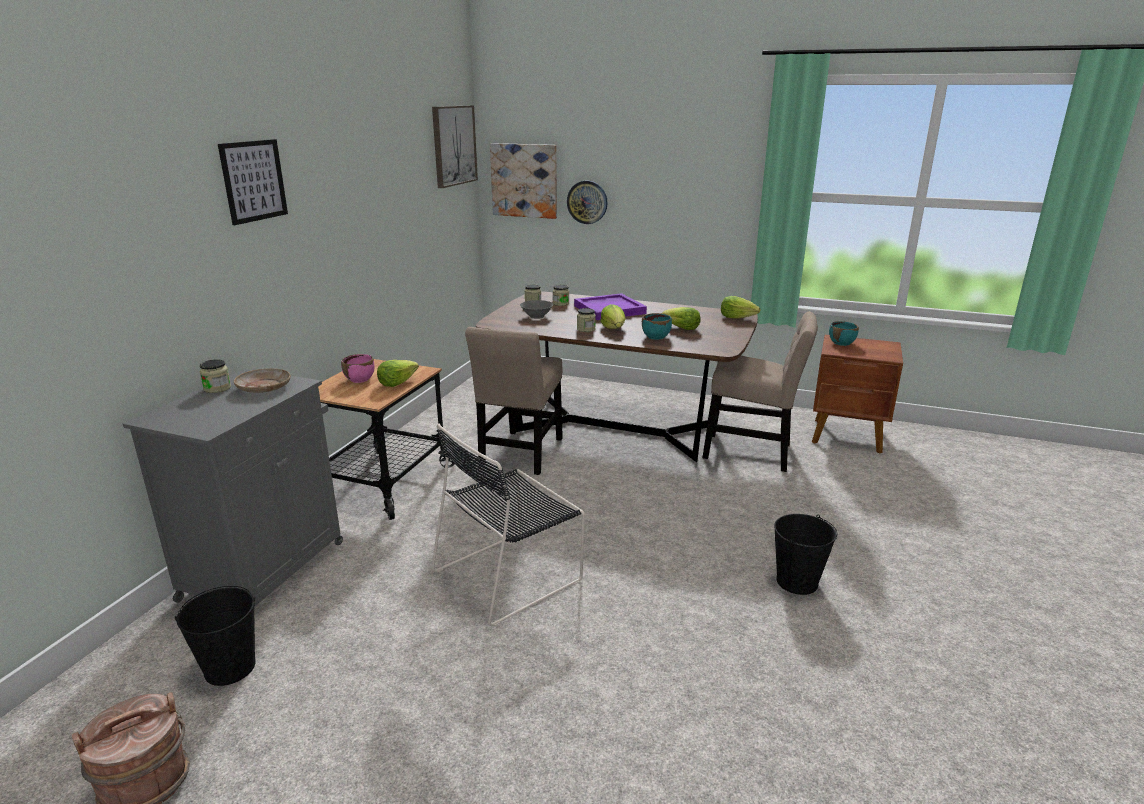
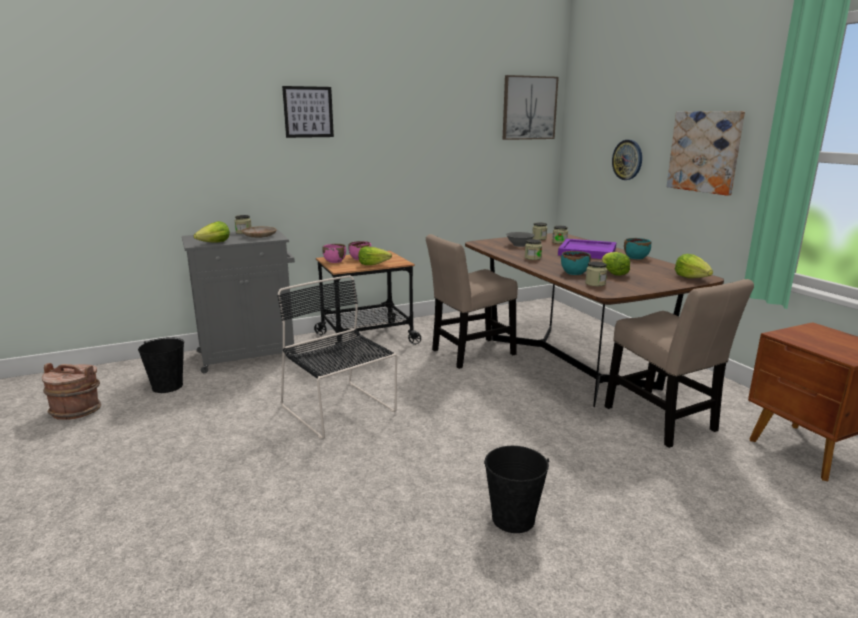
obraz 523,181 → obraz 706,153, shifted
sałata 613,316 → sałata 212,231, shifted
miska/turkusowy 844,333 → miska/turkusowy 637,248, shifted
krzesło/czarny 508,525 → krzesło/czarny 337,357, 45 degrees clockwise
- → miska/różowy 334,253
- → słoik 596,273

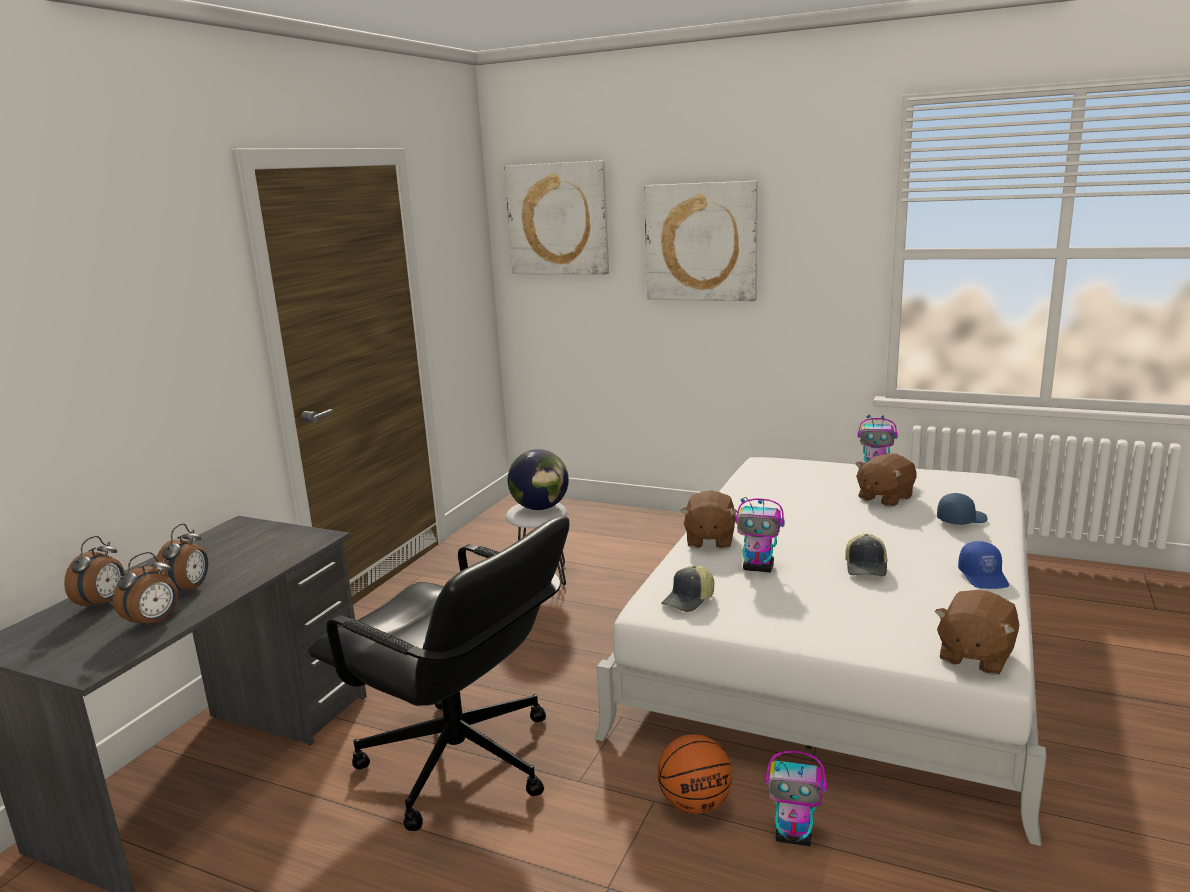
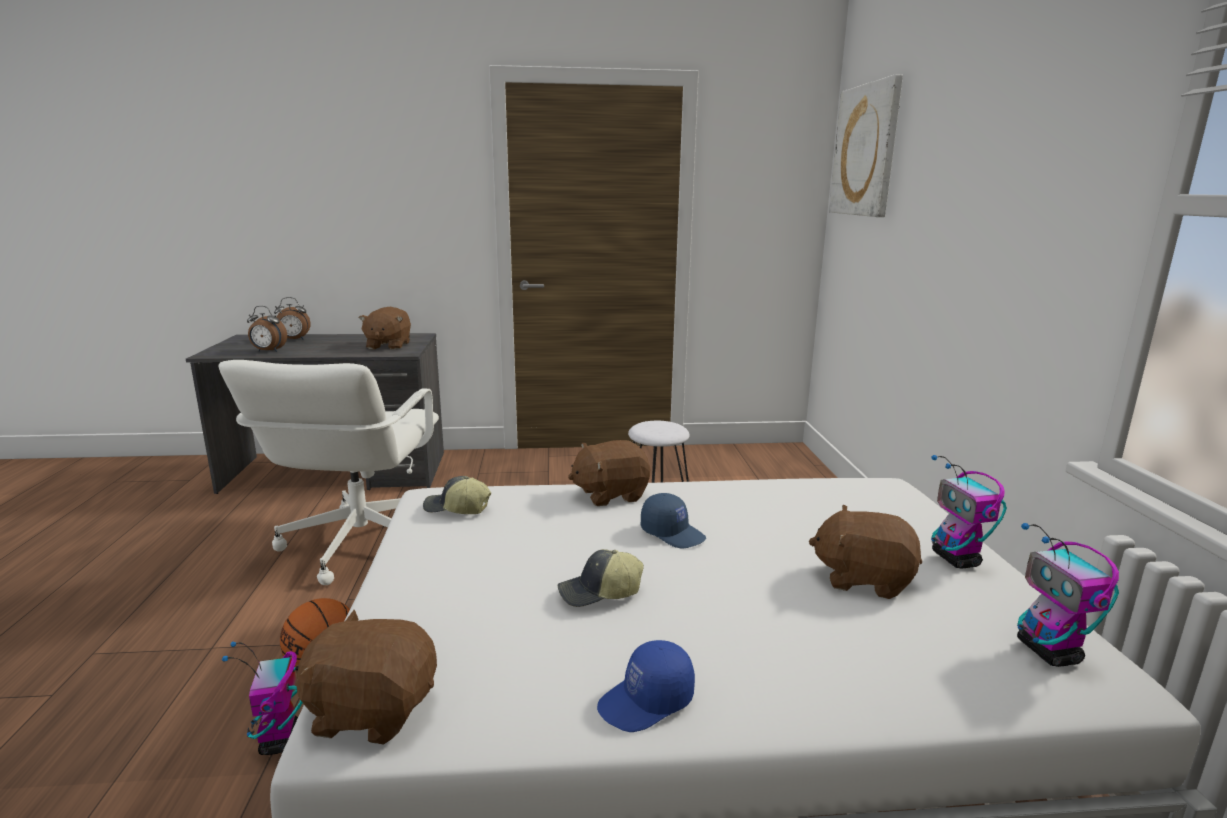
obraz 701,241 → -
globus 538,479 → -
czapka z daszkiem/niebieski 962,509 → czapka z daszkiem/niebieski 673,521, shifted
robot zabawkowy 760,535 → robot zabawkowy 1068,595, shifted
krzesło biurowe/czarny 439,674 → krzesło biurowe/biały 328,472
budzik 182,559 → -
- → pluszak/brązowy 385,328

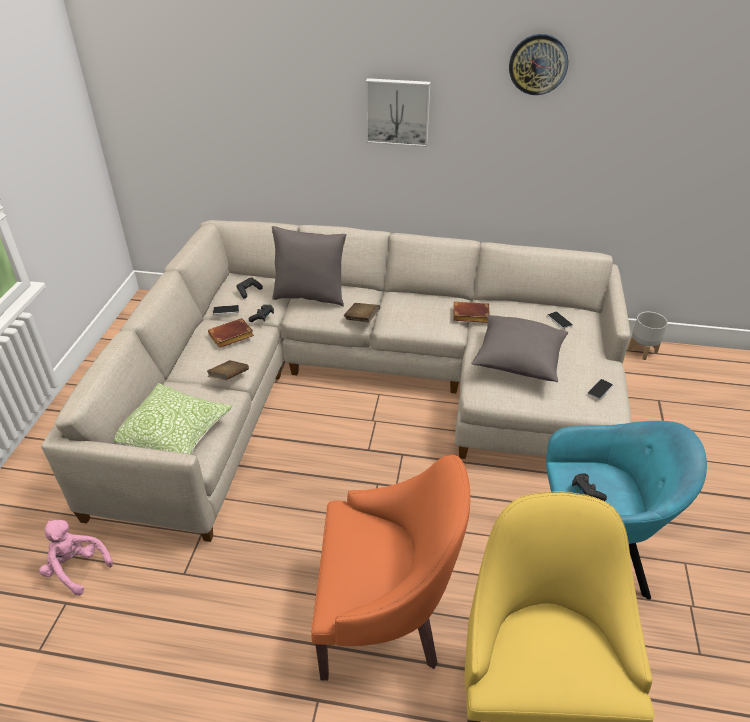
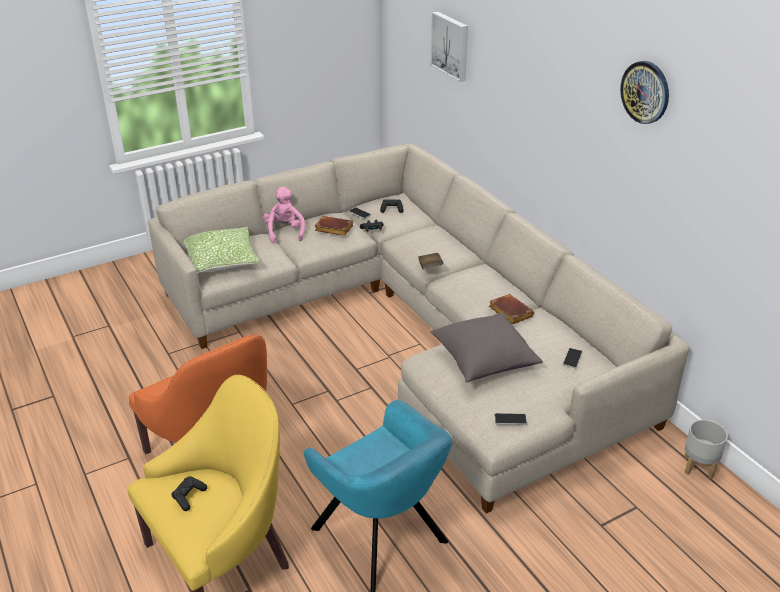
obraz 398,112 → obraz 449,46, shifted
poduszka/szary 309,266 → -
książka/brązowy 228,370 → -
pad do gier/czarny 589,487 → pad do gier/czarny 189,493, shifted
pluszak/różowy 76,558 → pluszak/różowy 284,214, shifted

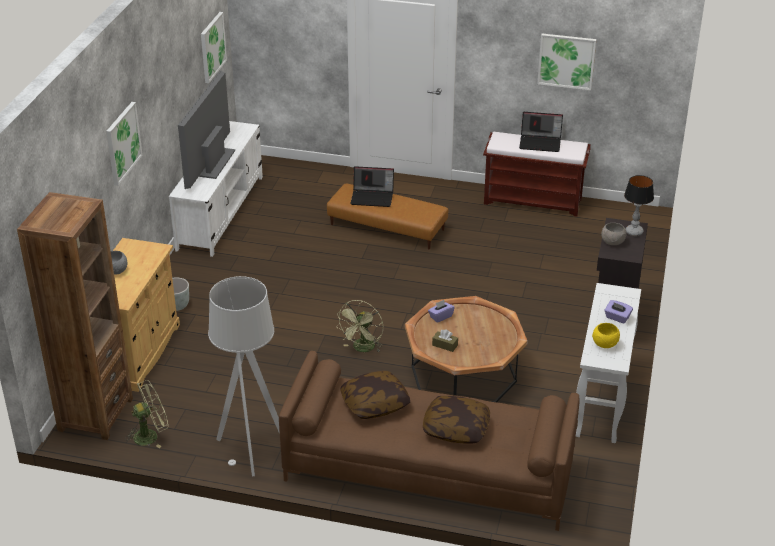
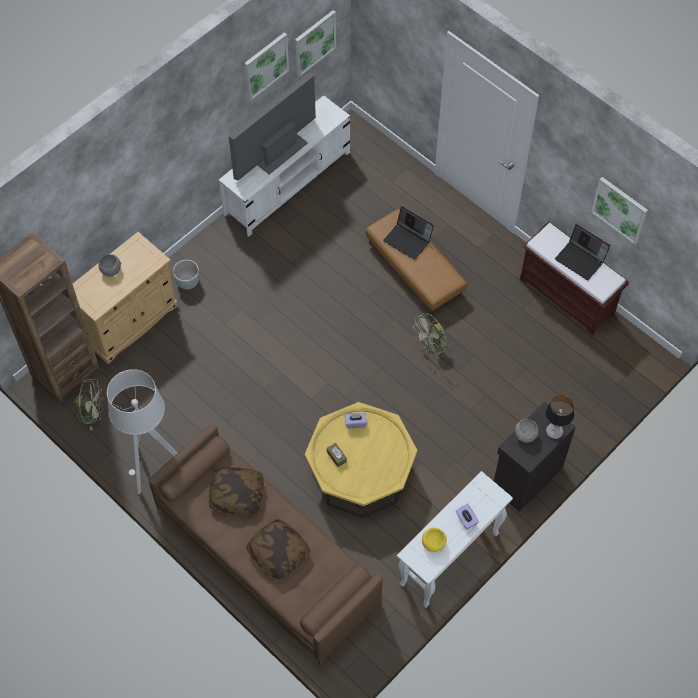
obraz 124,144 → obraz 267,66, shifted
ława/brązowy 466,349 → ława/żółty 361,459
wentylator/zielony 360,326 → wentylator/zielony 432,335, shifted

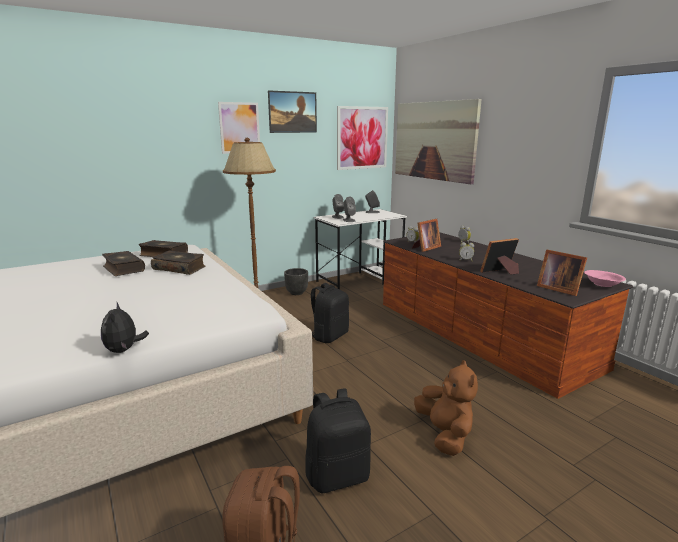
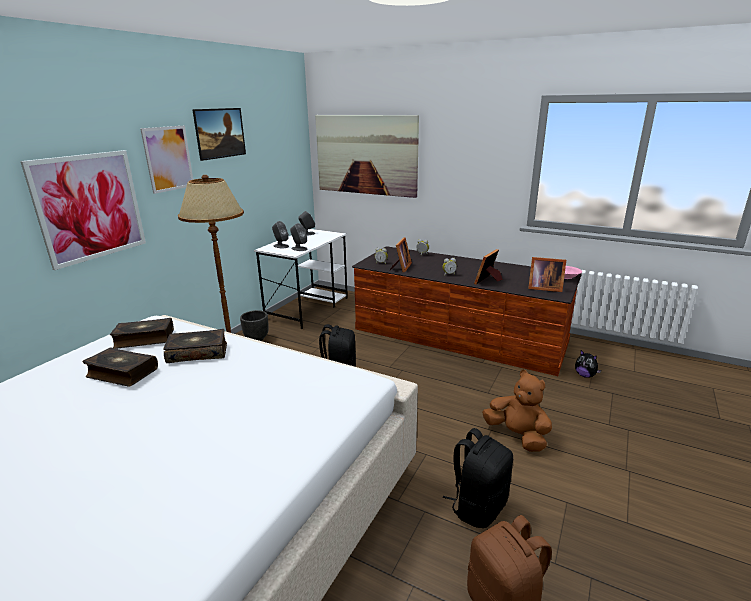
obraz 362,138 → obraz 83,210, shifted
pluszak 125,328 → pluszak 588,364, shifted

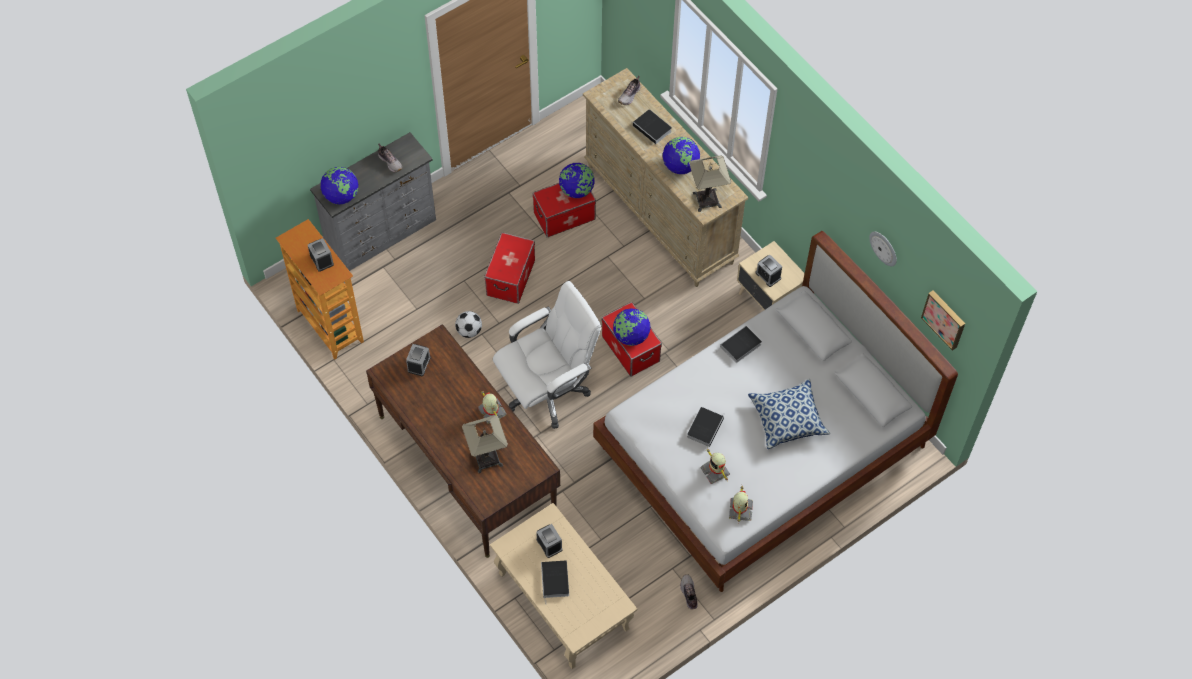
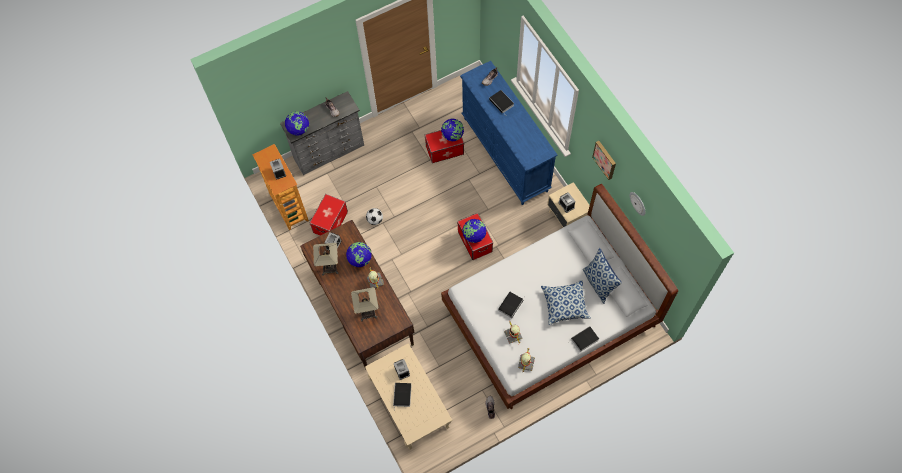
komoda/beżowy 665,177 → komoda/niebieski 509,133
globus 681,155 → globus 359,254, shifted
lampa stołowa 710,183 → lampa stołowa 325,259, shifted
pojemnik do przechowywania 509,268 → pojemnik do przechowywania 328,215, shifted
krzesło biurowe/biały 547,355 → -
obraz 943,321 → obraz 604,160, shifted
książka 739,344 → książka 583,339, shifted
- → poduszka 602,276

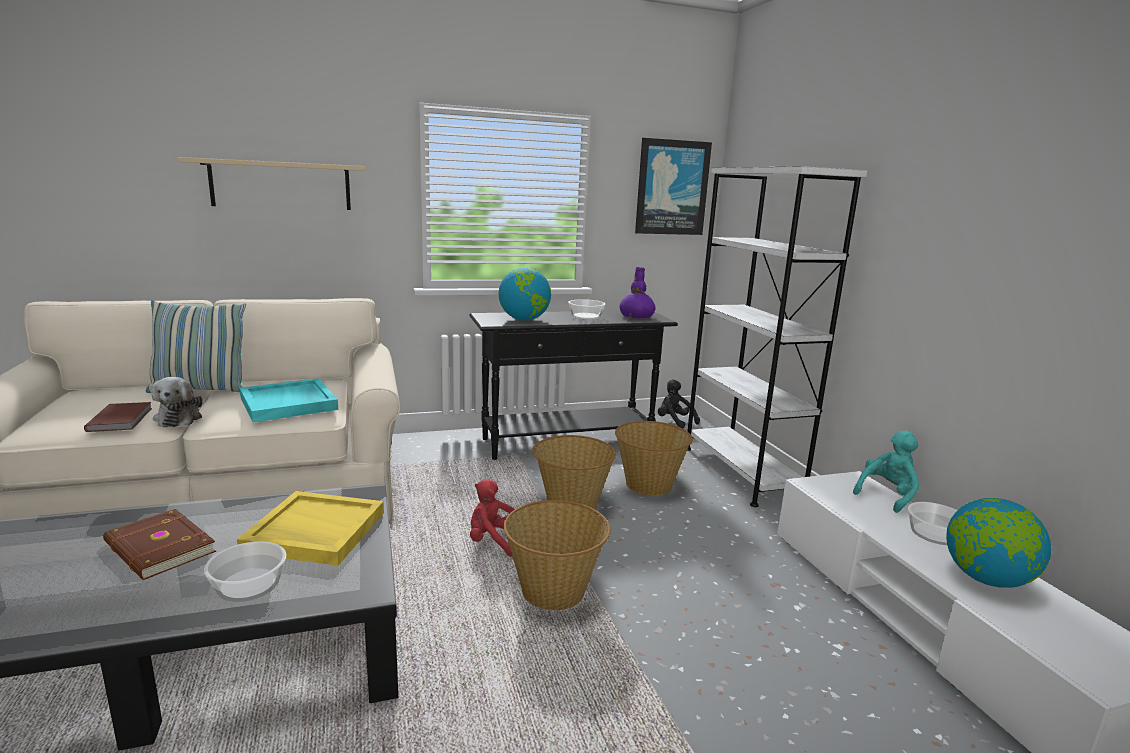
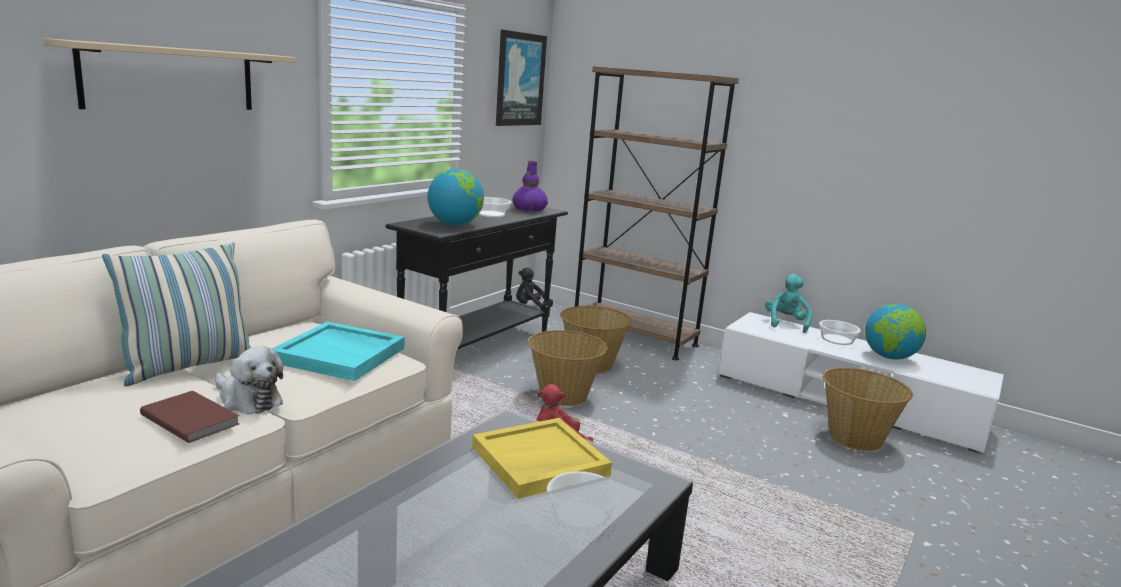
regał/biały 777,336 → regał/brązowy 657,213
koszyk 557,555 → koszyk 867,409, shifted
książka/brązowy 160,544 → -

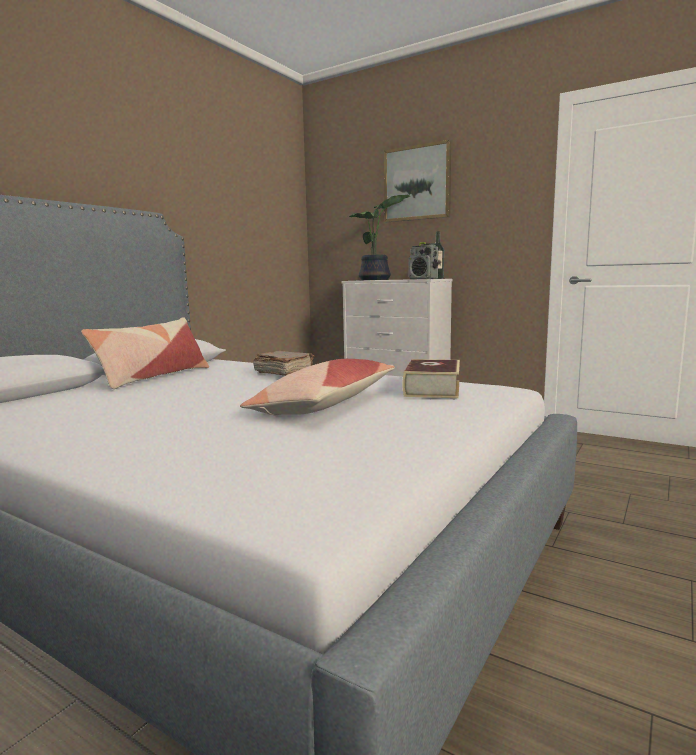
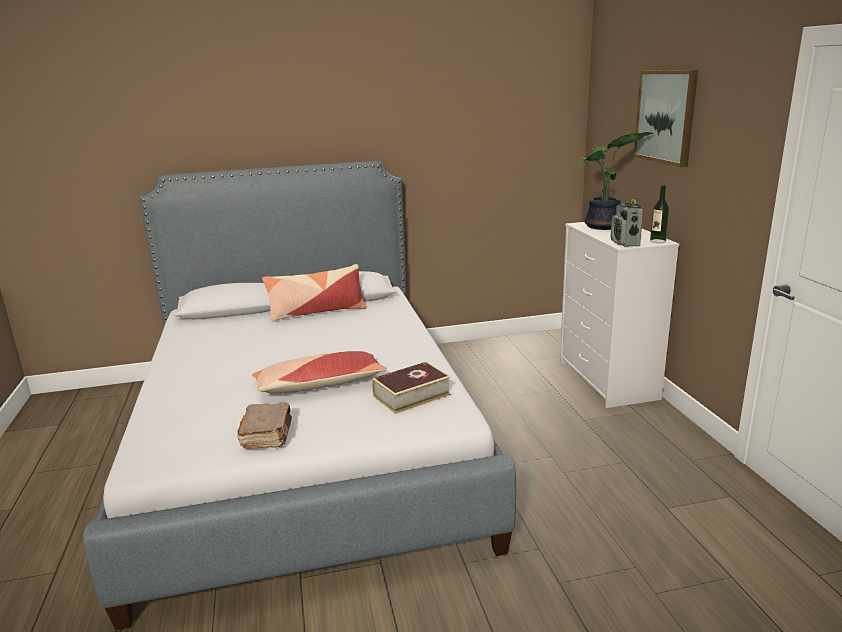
książka/brązowy 283,363 → książka/brązowy 264,425, shifted

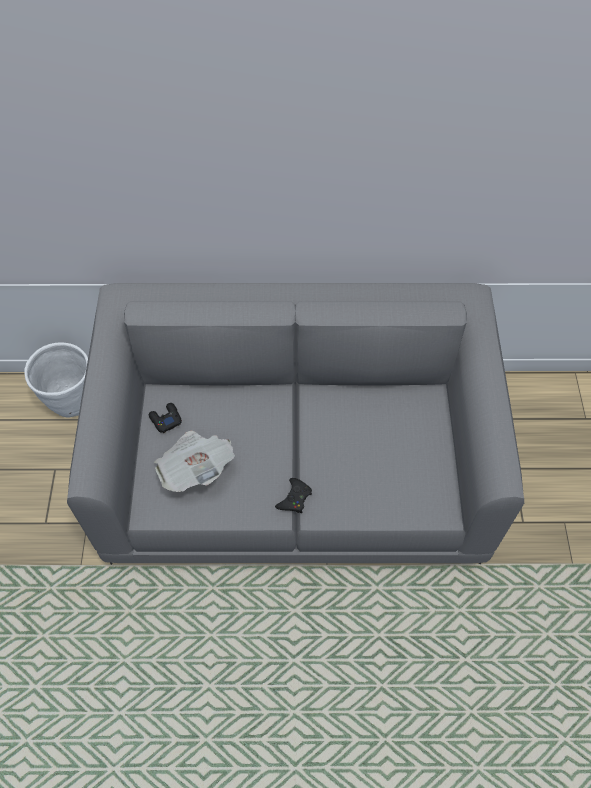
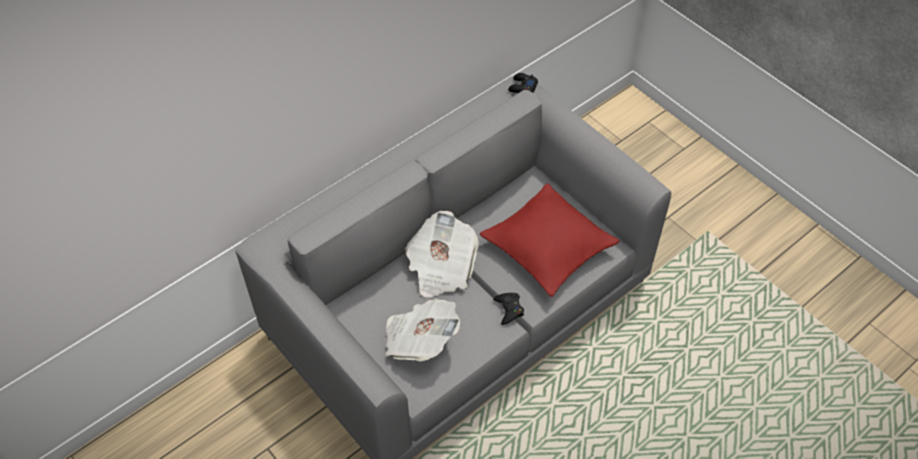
donica/biały 56,380 → -
pad do gier/czarny 165,418 → pad do gier/czarny 523,83, shifted
- → poduszka/czerwony 549,240
- → gazeta 442,254

